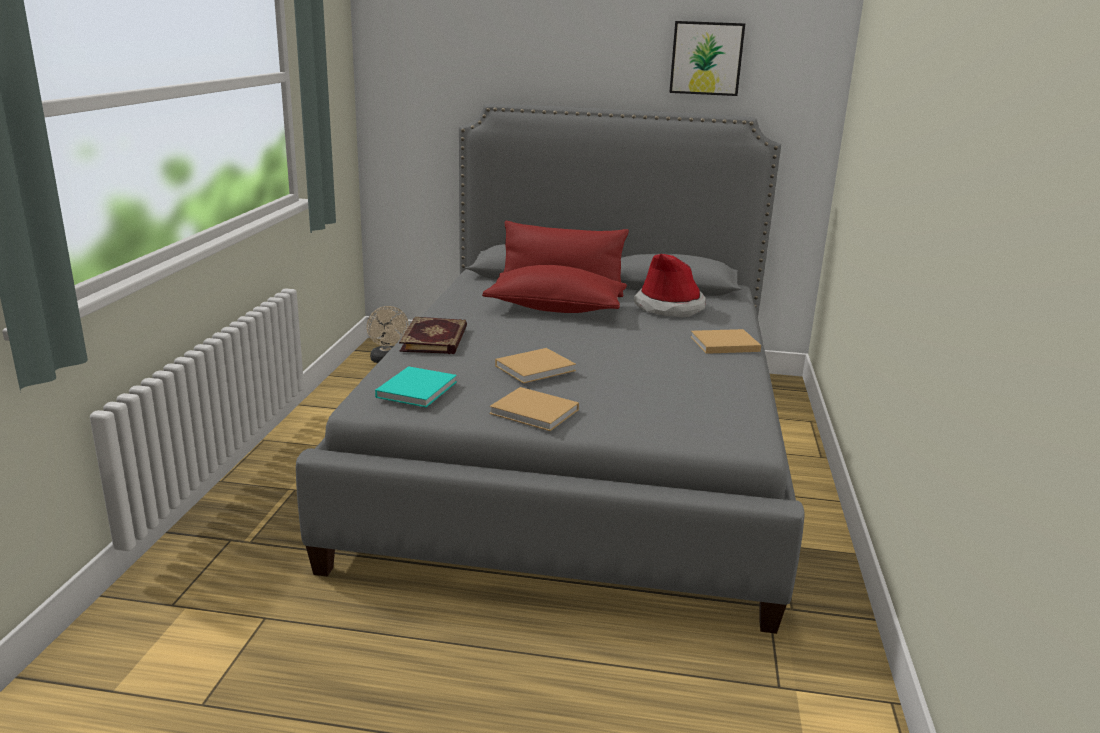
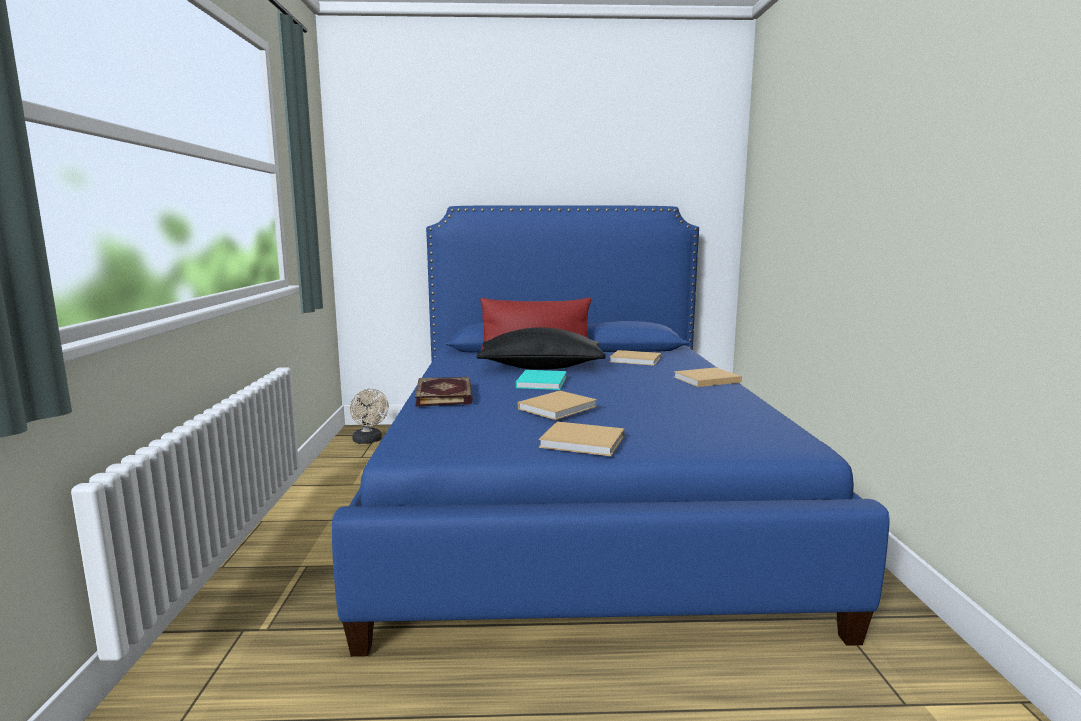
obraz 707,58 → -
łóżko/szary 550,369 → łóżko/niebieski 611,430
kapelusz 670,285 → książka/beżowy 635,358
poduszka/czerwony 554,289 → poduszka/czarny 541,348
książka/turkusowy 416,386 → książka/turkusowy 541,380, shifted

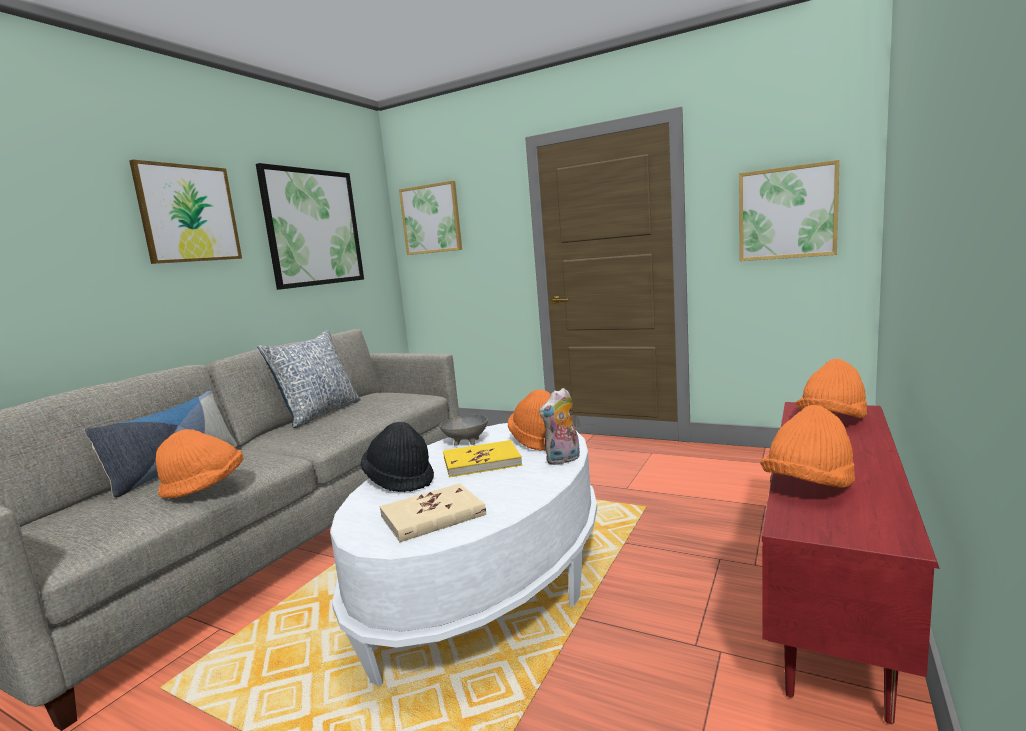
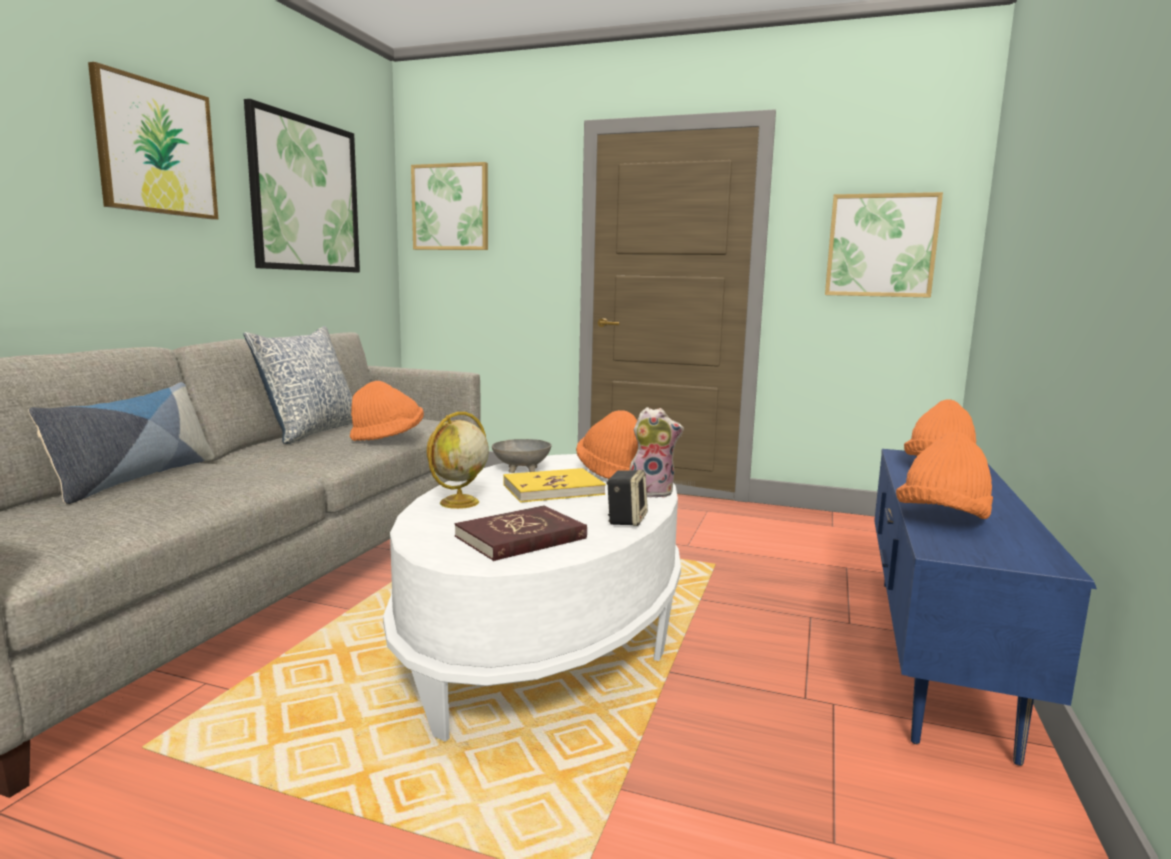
pluszak 559,426 → pluszak 657,452, 135 degrees counterclockwise
szafka pod telewizor/czerwony 851,563 → szafka pod telewizor/niebieski 985,607
kapelusz/czarny 397,457 → globus 457,460
kapelusz/pomarańczowy 200,463 → kapelusz/pomarańczowy 387,411, shifted
książka/beżowy 433,512 → książka/czerwony 520,533
- → głośnik 627,498

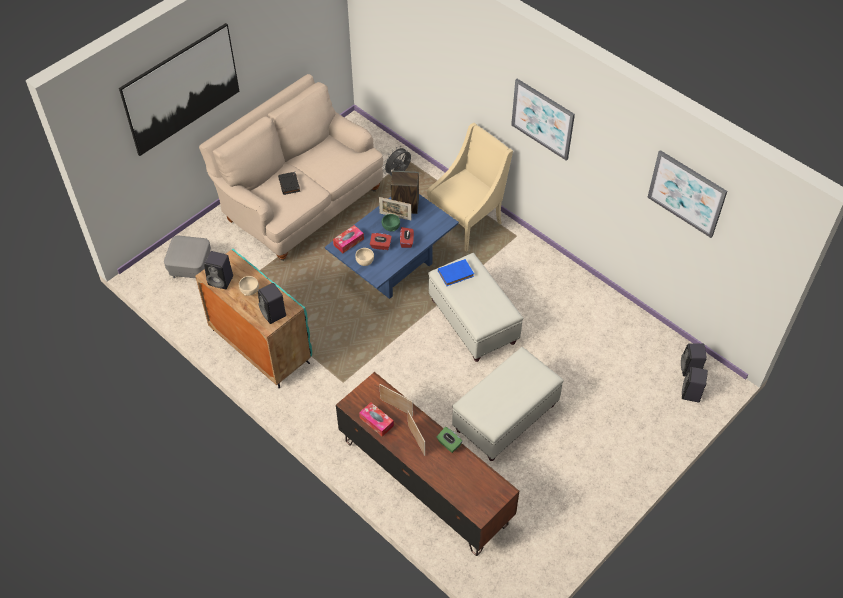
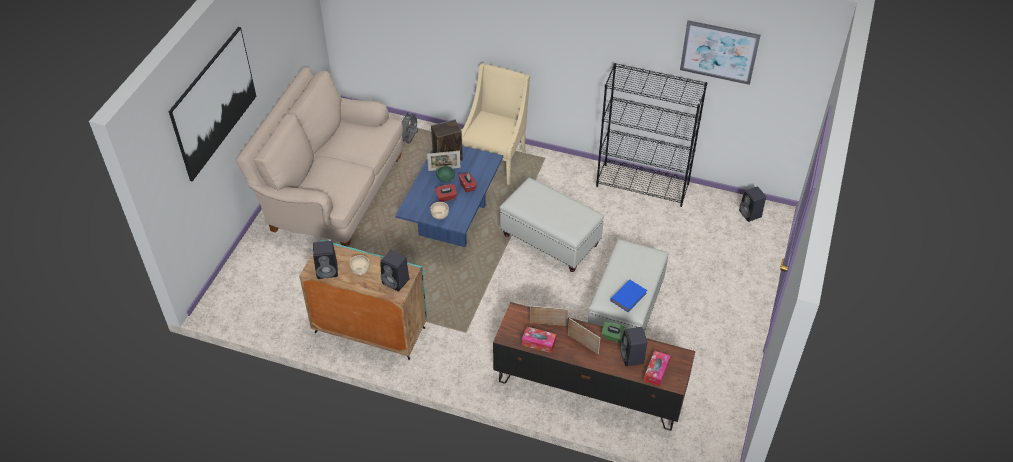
obraz 543,120 → -
książka/czarny 289,183 → -
pudełko chusteczek 348,239 → pudełko chusteczek 657,368, shifted
pufa/szary 187,257 → -
książka/niebieski 456,272 → książka/niebieski 628,296, shifted
głośnik/czarny 695,384 → głośnik/czarny 633,347, shifted
- → regał/czarny 651,135

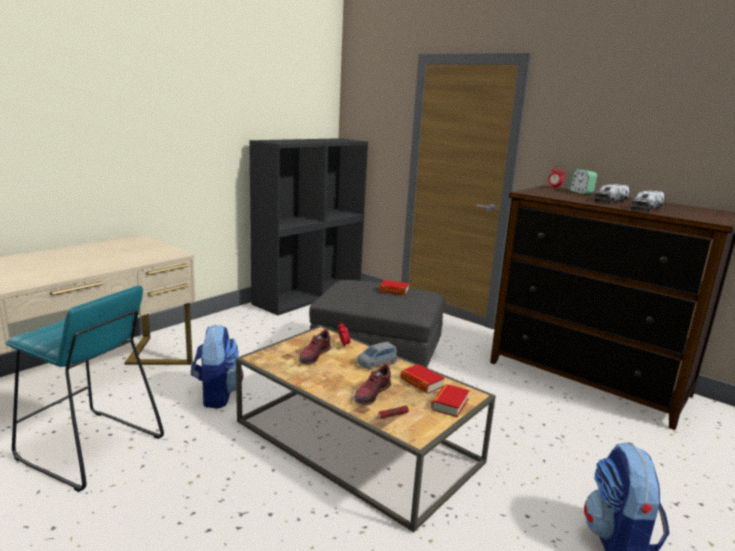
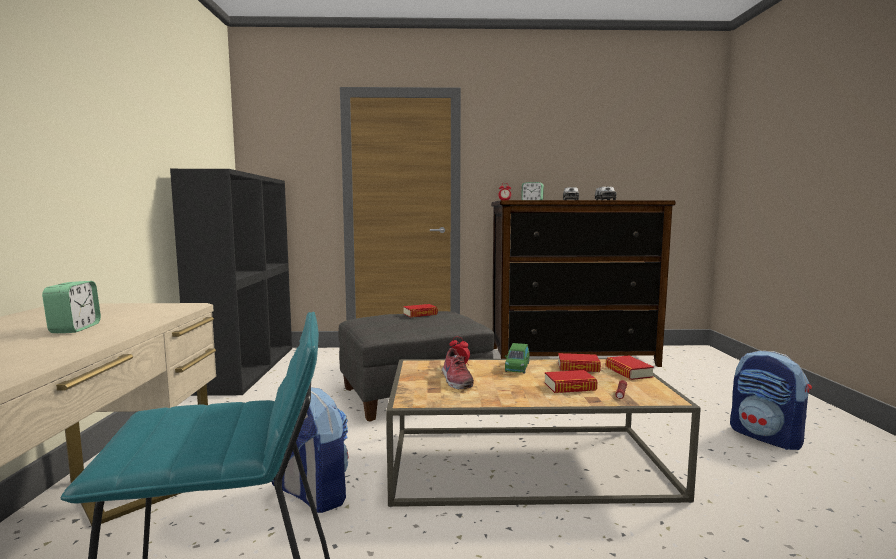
samochodzik/szary 377,356 → samochodzik/zielony 517,358
but 372,384 → książka 570,381
- → budzik 71,307

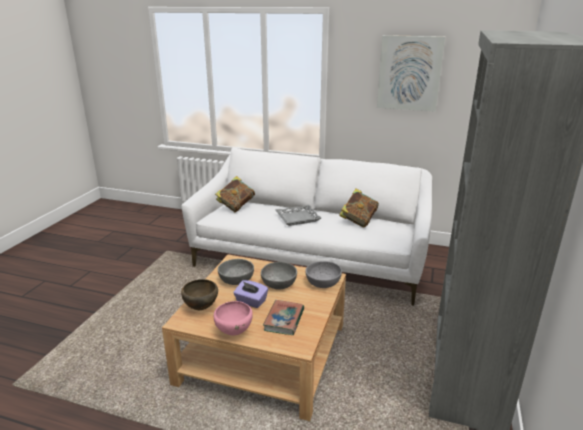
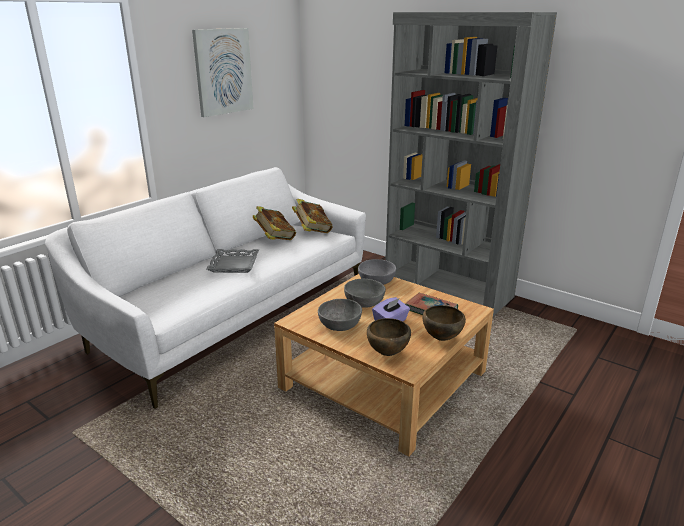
książka 235,194 → książka 312,216, shifted
miska/różowy 233,318 → miska/brązowy 444,323

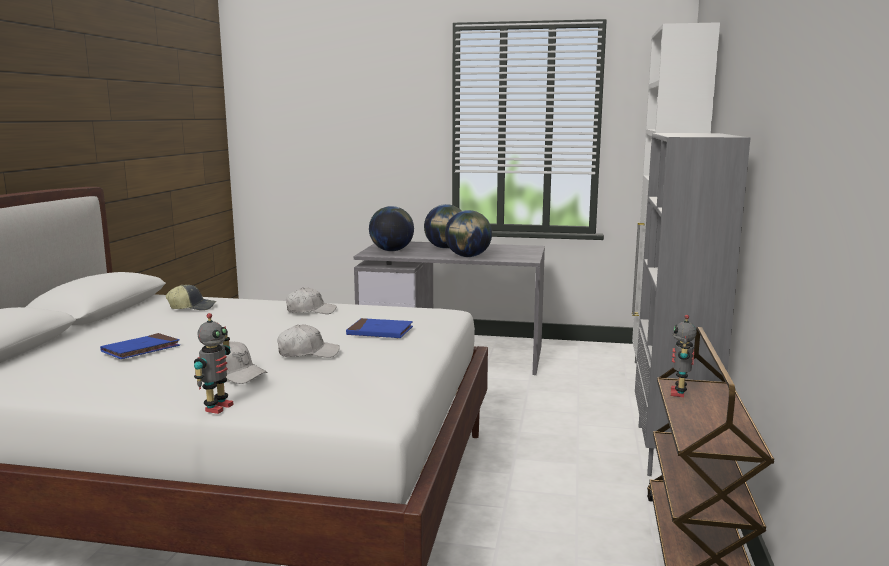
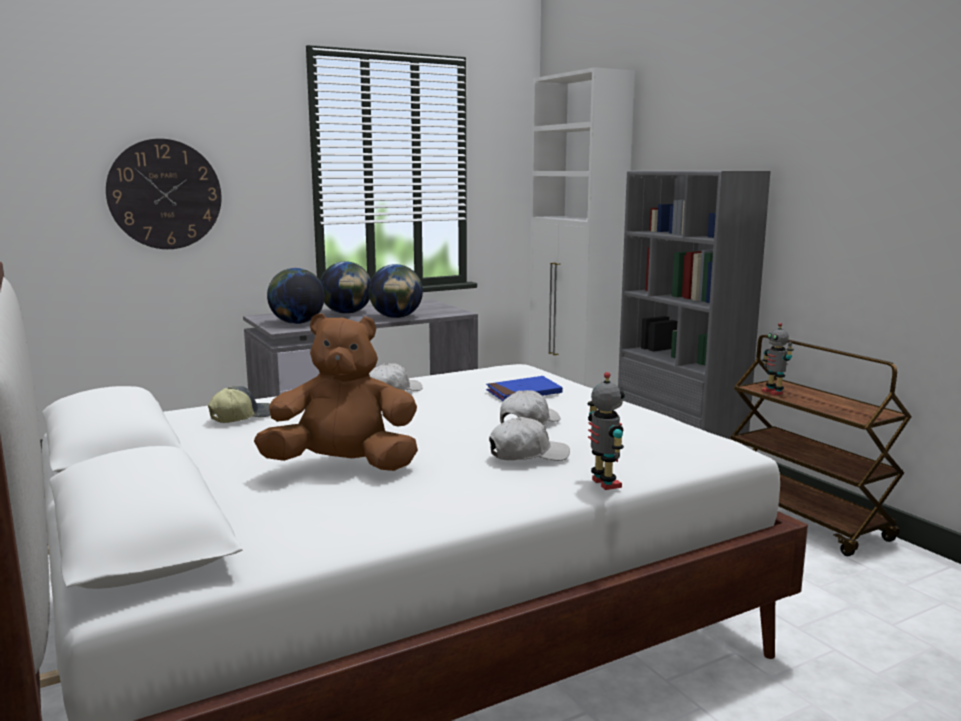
książka/niebieski 140,346 → pluszak/brązowy 336,392
- → zegar ścienny 163,194

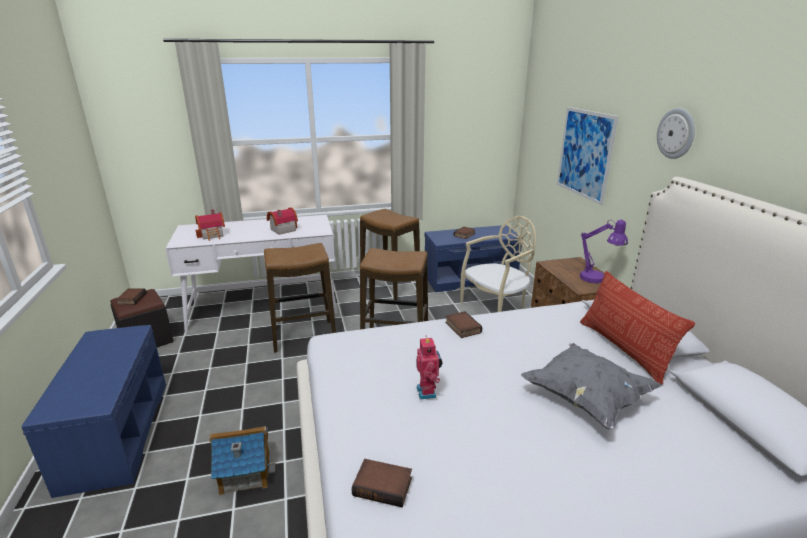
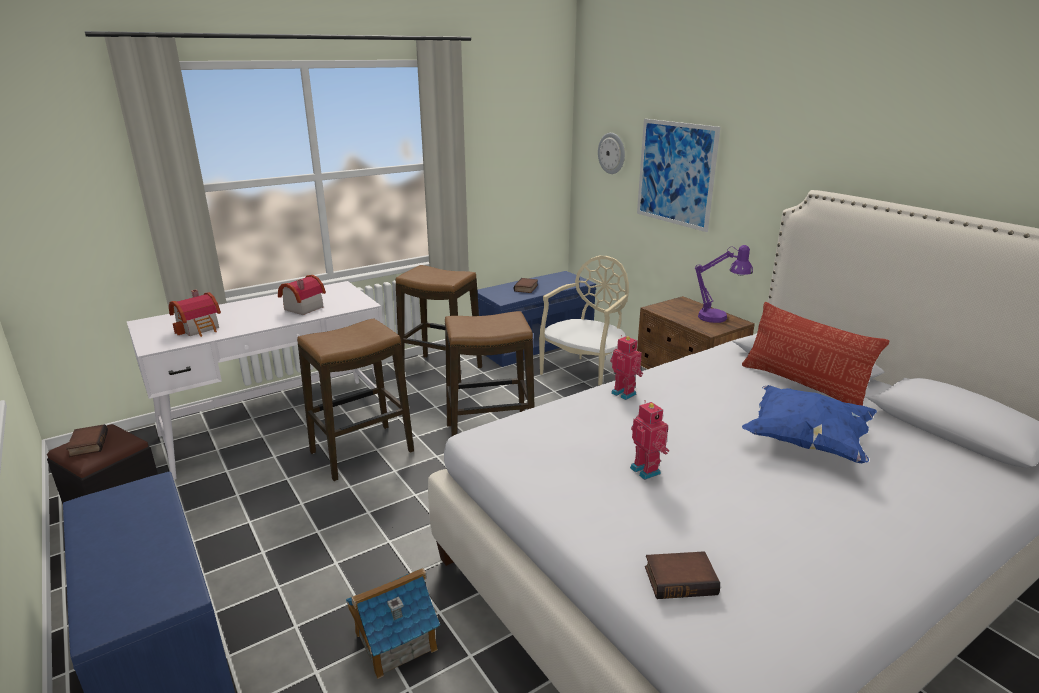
zegar ścienny 676,133 → zegar ścienny 611,153, shifted
książka 463,324 → robot zabawkowy 626,367
poduszka/szary 591,386 → poduszka/niebieski 809,424

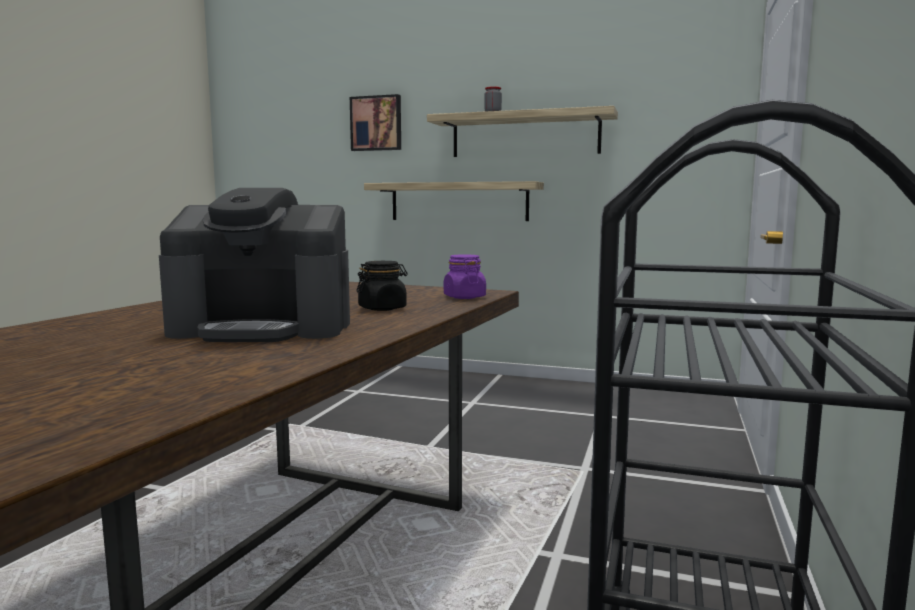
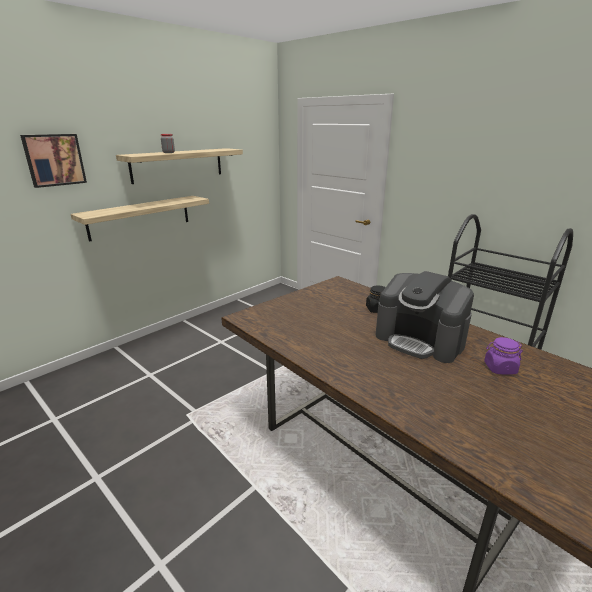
ekspres do kawy 254,265 → ekspres do kawy 425,317, 105 degrees clockwise
słoik/fioletowy 465,276 → słoik/fioletowy 503,356, shifted

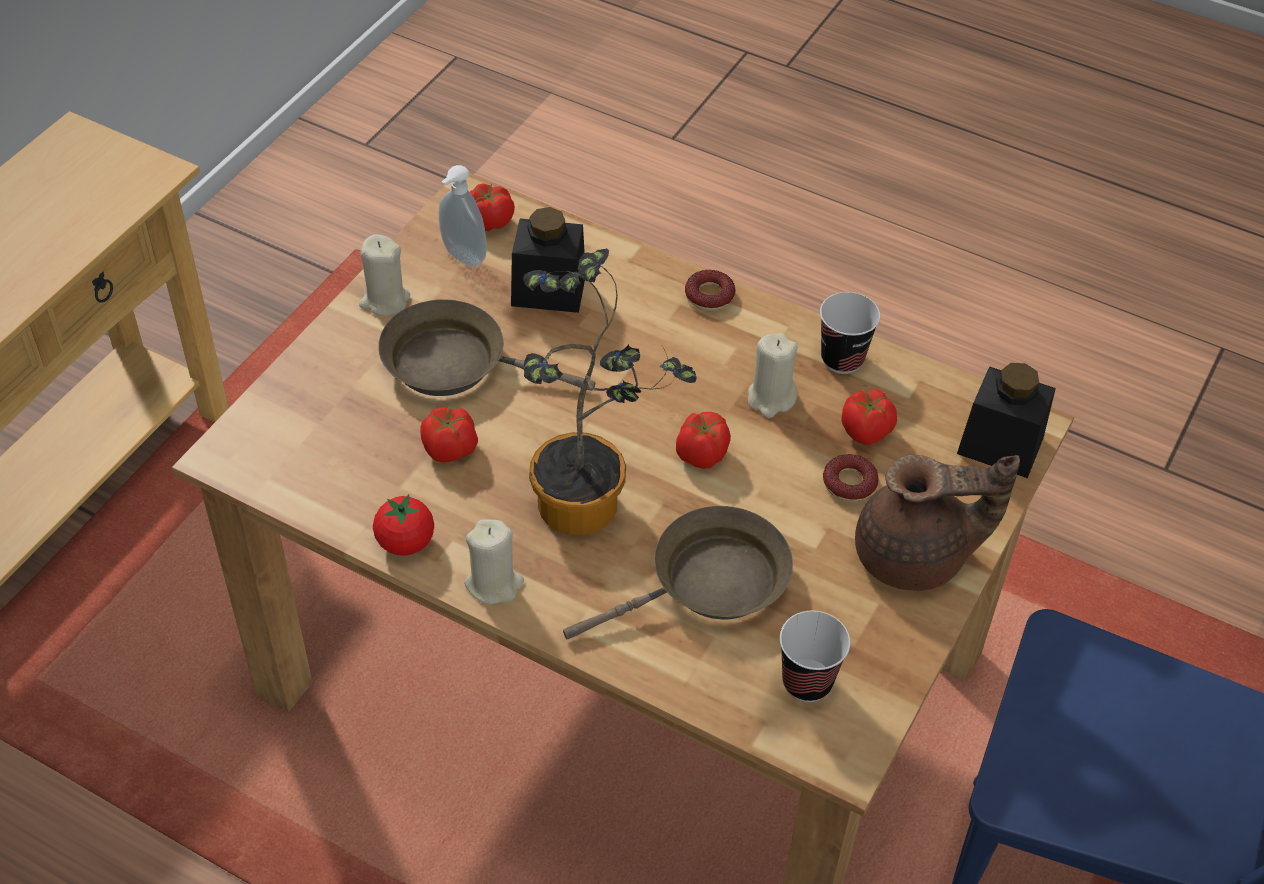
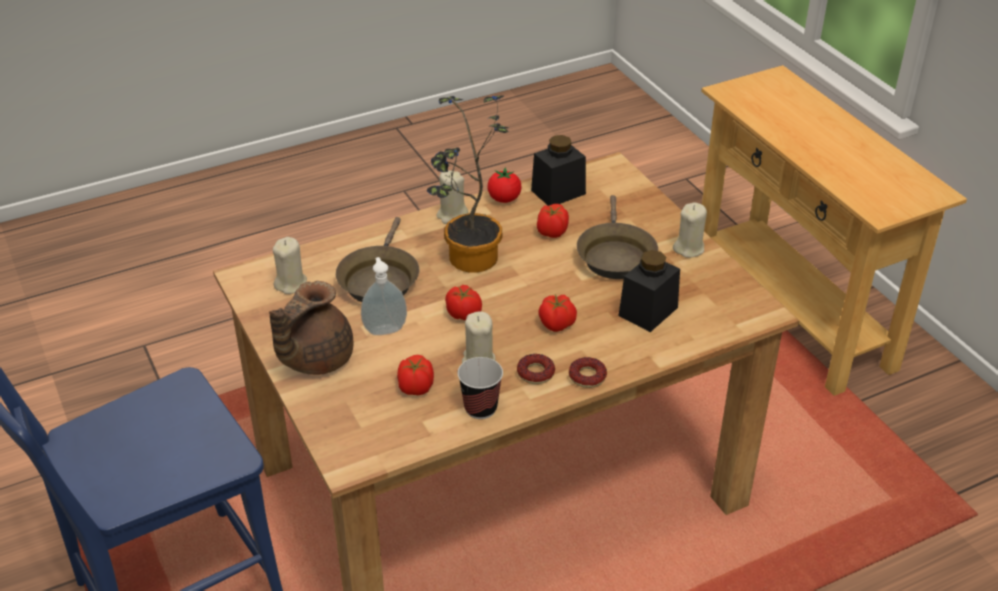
dozownik mydła 463,216 → dozownik mydła 384,296, shifted
pomidor 492,207 → pomidor 558,313, shifted
patelnia/brązowy 486,347 → patelnia/brązowy 617,237, 135 degrees clockwise
słoik/czarny 1006,420 → słoik/czarny 558,170, shifted
donut 851,478 → donut 536,369, shifted
filiżanka 815,656 → świeca/beżowy 290,265

